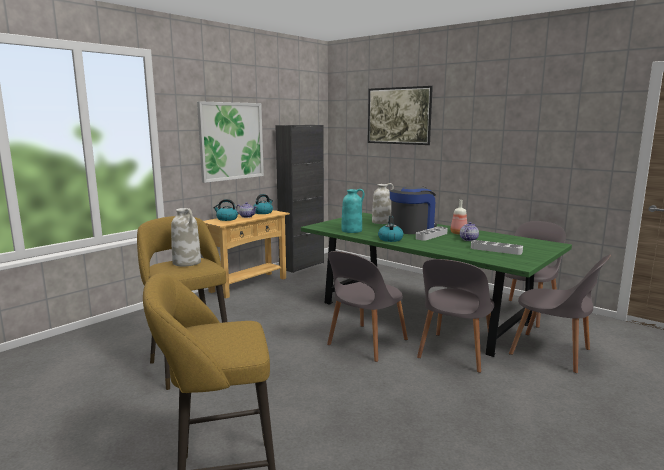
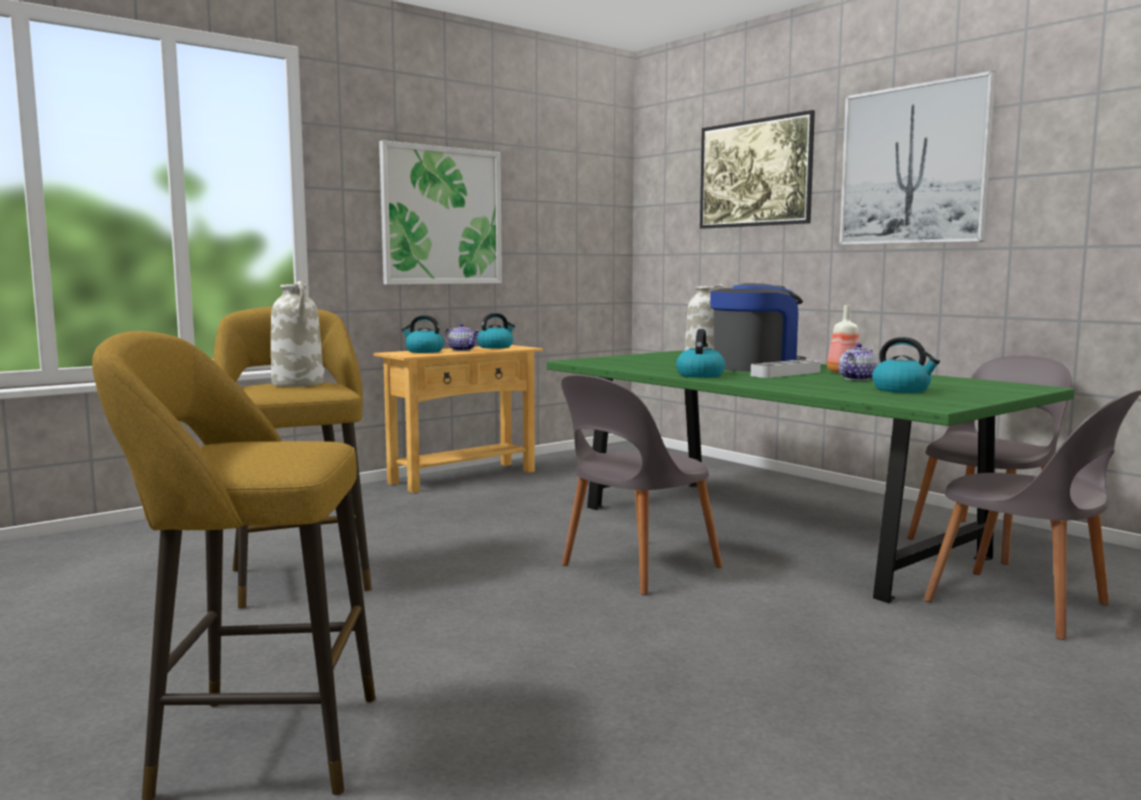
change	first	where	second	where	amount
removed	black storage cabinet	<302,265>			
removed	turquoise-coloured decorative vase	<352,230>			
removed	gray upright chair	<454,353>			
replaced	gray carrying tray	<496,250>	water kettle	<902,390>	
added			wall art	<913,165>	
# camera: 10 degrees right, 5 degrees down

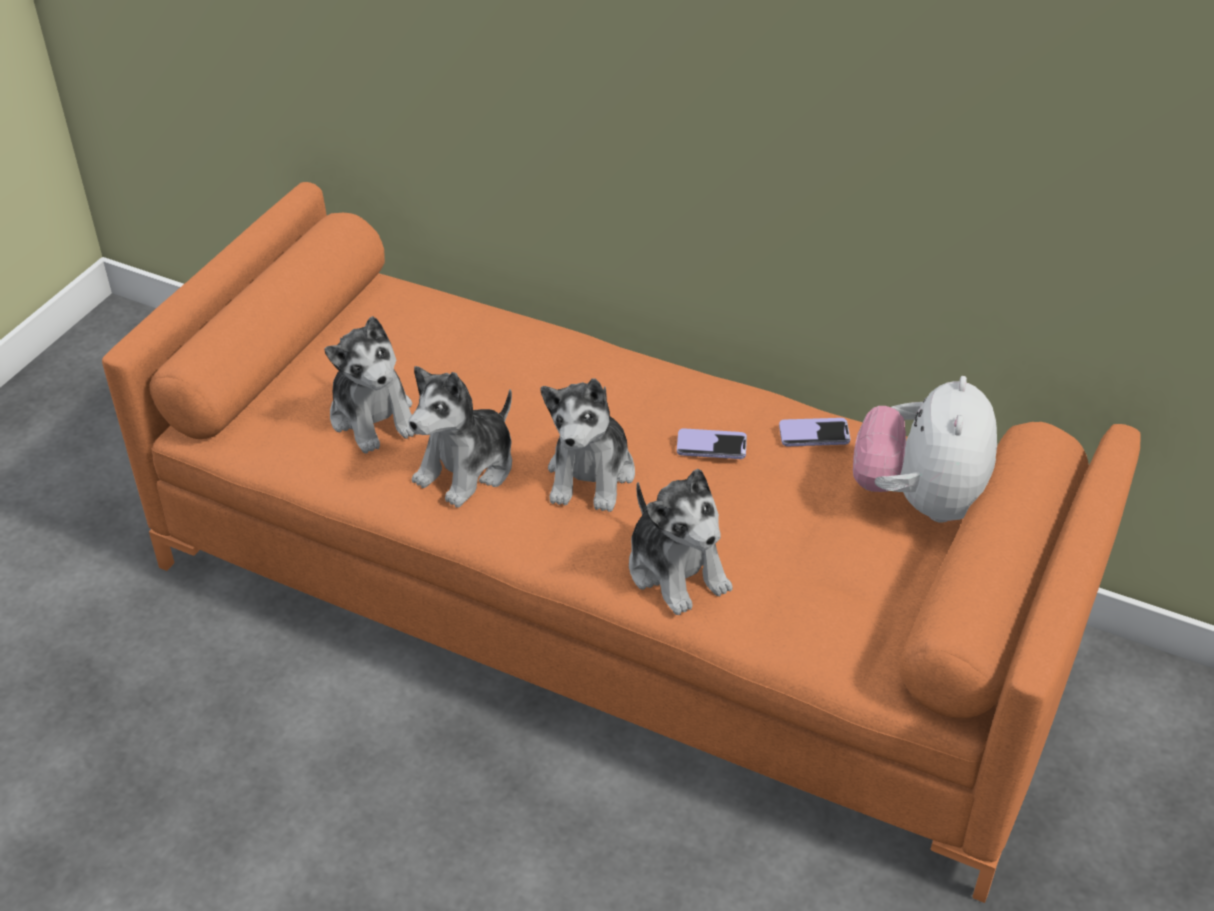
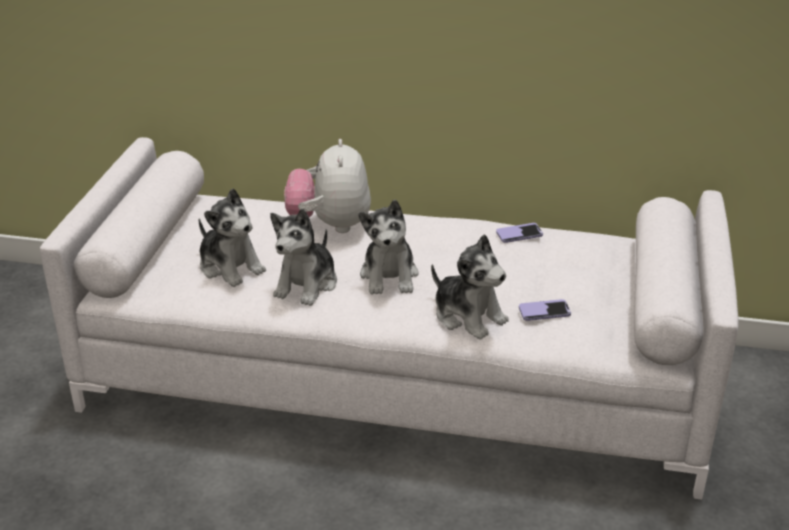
change	first	where	second	where	amount
recoloured	orangey settee	<609,601>	whitish settee	<395,378>	
moved	handset	<711,446>		<544,311>	
moved	cuddly toy	<919,500>		<330,225>	
# camera: 15 degrees left, 10 degrees down

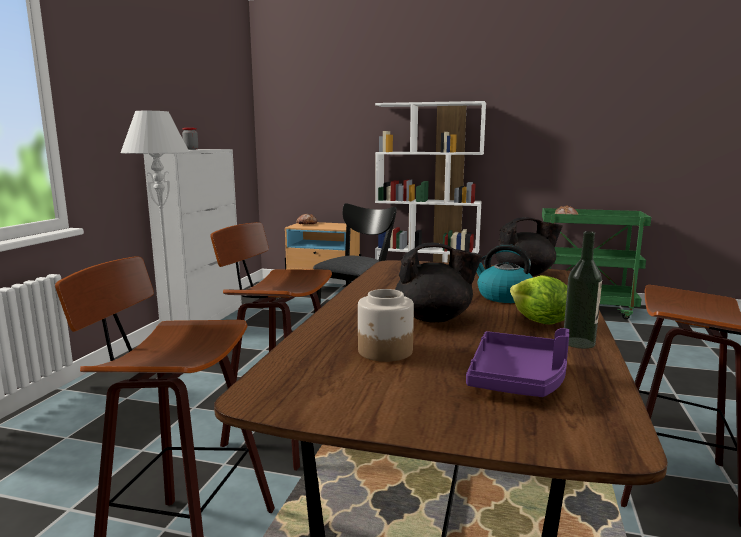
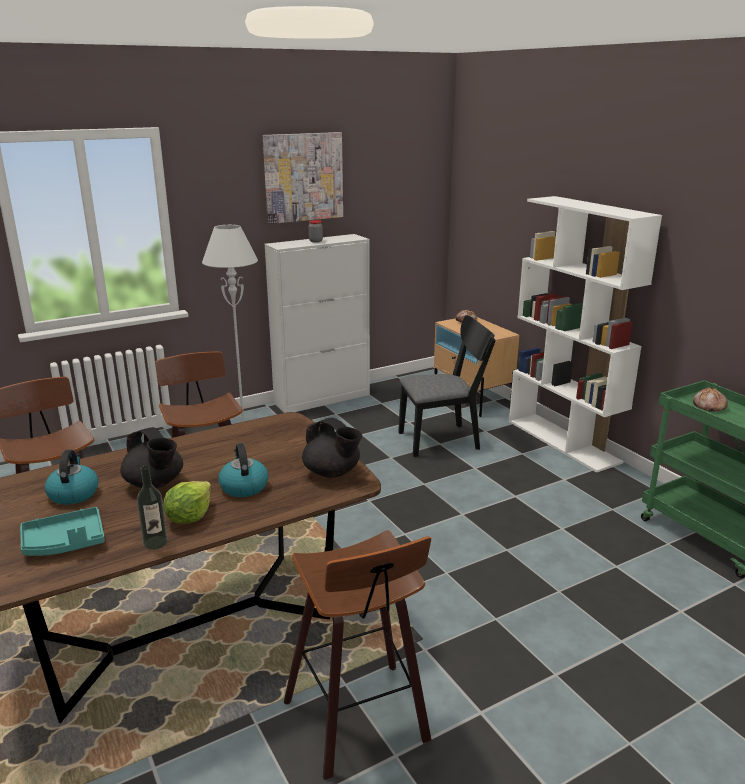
change	first	where	second	where	amount
replaced	preserve jar	<385,351>	water kettle	<73,493>	
recoloured	purple carrying tray	<518,379>	turquoise-coloured carrying tray	<65,543>	
added			wall art	<303,177>	
# camera: 45 degrees right, 10 degrees up

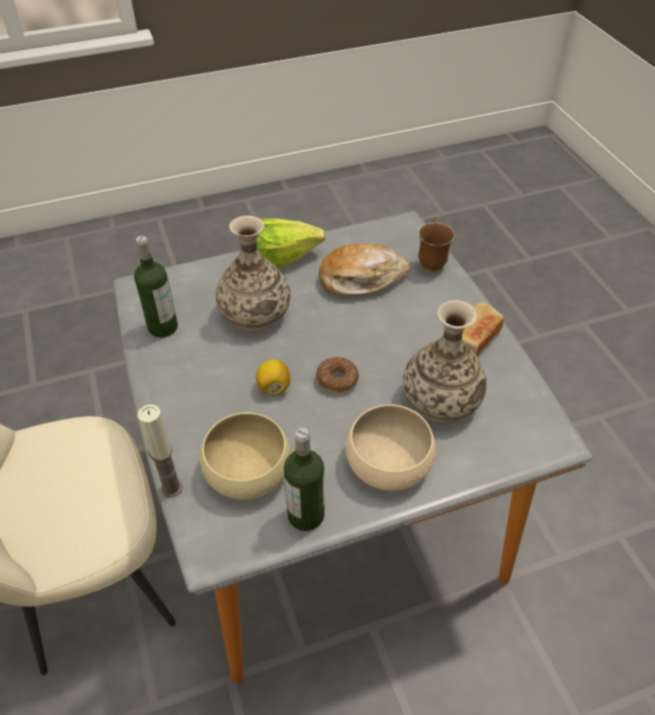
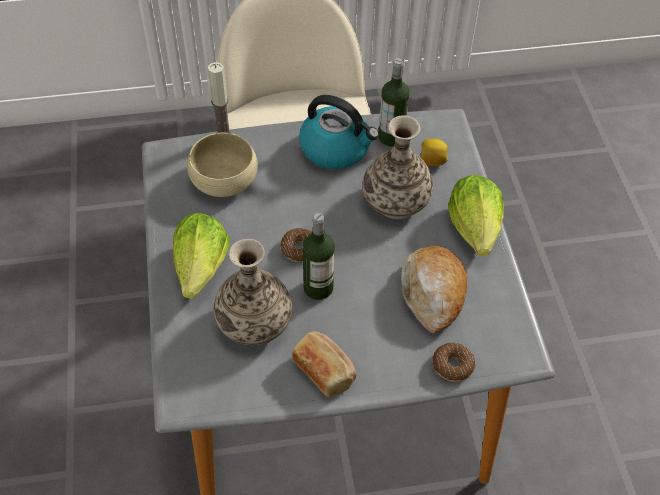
change	first	where	second	where	amount
moved	whole lemon	<273,387>		<432,161>	
moved	beverage bottle	<306,515>		<318,288>	
replaced	beige bowl	<388,462>	head of lettuce	<201,268>	
replaced	brown mug	<431,261>	donut	<452,365>	
added			water kettle	<336,149>	
# camera: 100 degrees right, 5 degrees up

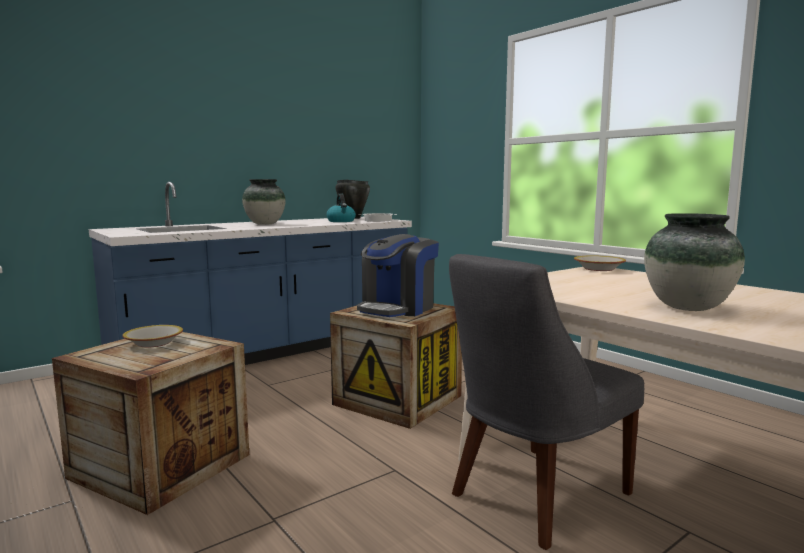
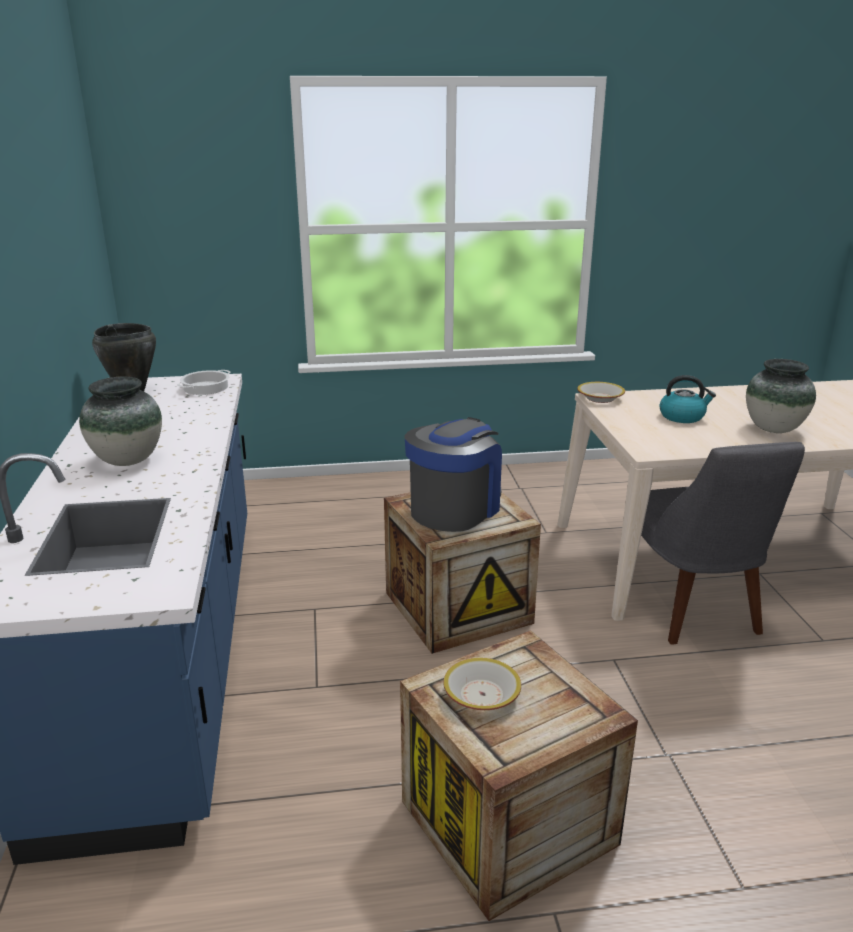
change	first	where	second	where	amount
moved	water kettle	<341,221>		<682,416>	
turned	coffee maker	<397,308>		<455,508>	120 degrees counterclockwise
# camera: 60 degrees left, 15 degrees up

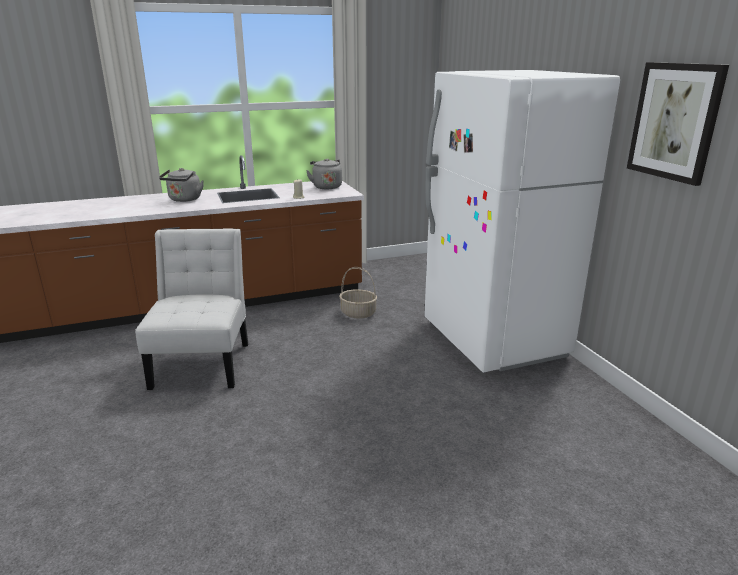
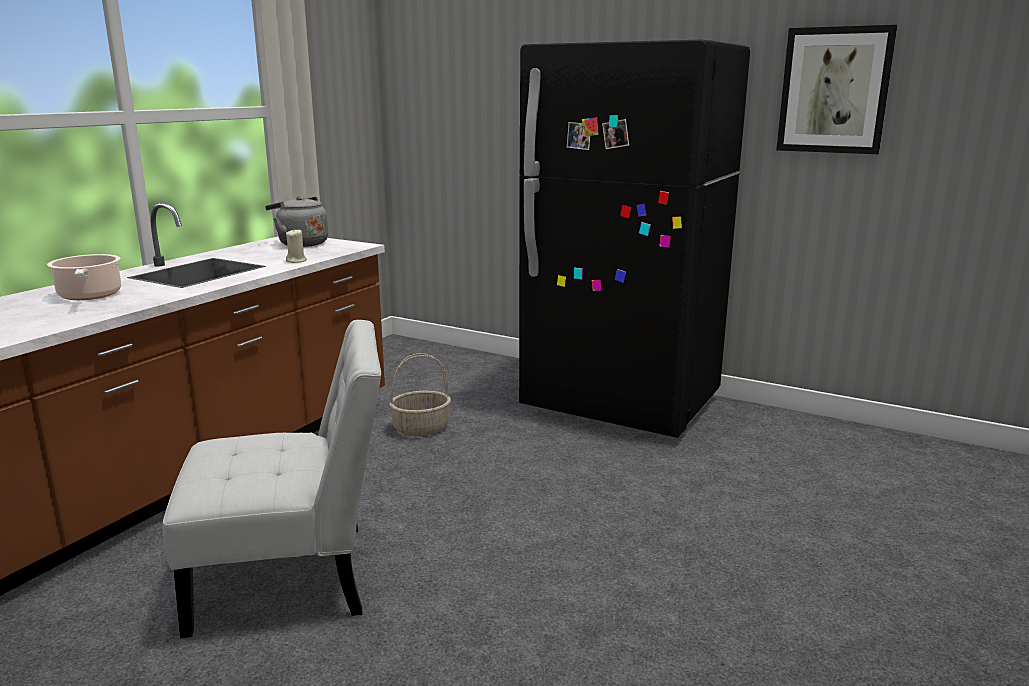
change	first	where	second	where	amount
turned	whitish upright chair	<203,362>		<293,577>	120 degrees clockwise
replaced	gray water kettle	<184,200>	cooking pot	<90,296>	
recoloured	whitish kitchen fridge	<494,339>	black kitchen fridge	<621,404>	
# camera: 40 degrees left, 5 degrees down

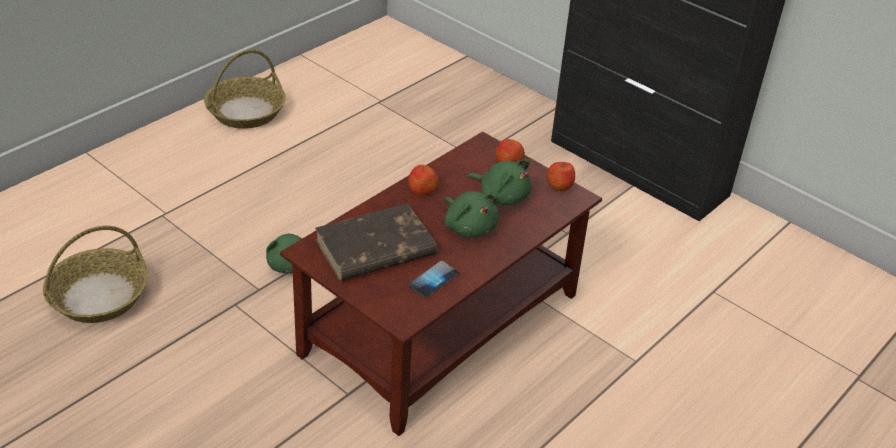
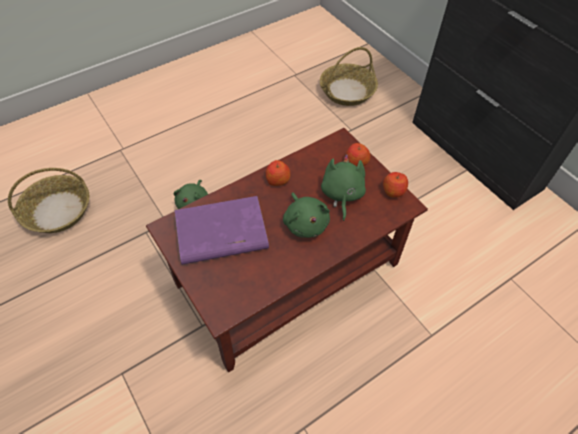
change	first	where	second	where	amount
moved	household basket	<246,112>		<347,91>	
recoloured	brown volume	<374,248>	purple volume	<220,234>	
removed	handset	<433,280>			
turned	green cuddly toy	<502,196>		<341,195>	135 degrees counterclockwise
# camera: 15 degrees right, 15 degrees up

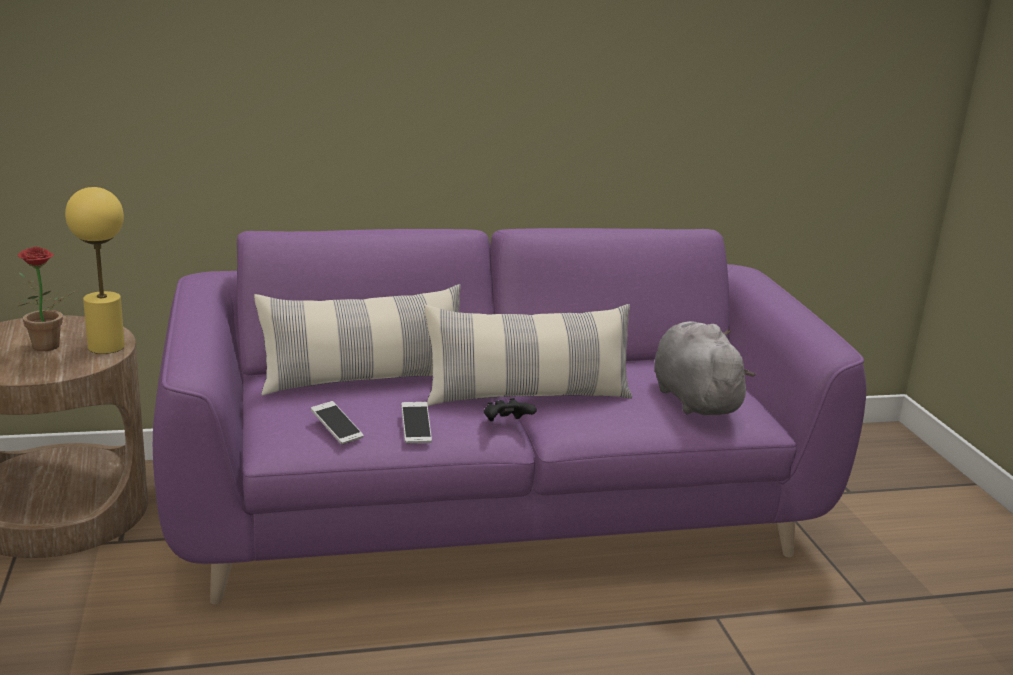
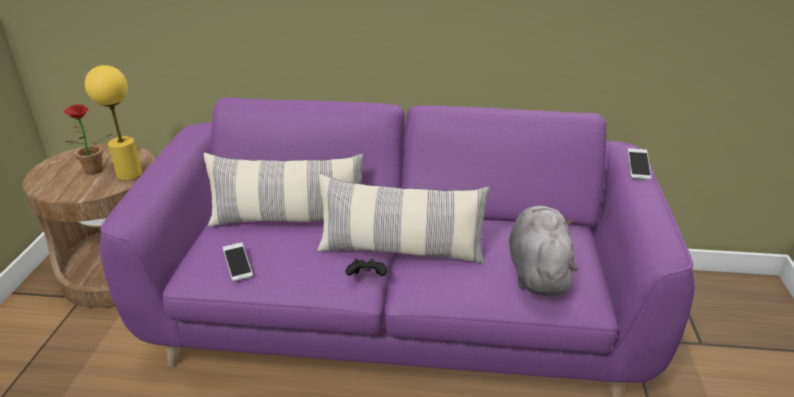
change	first	where	second	where	amount
moved	handset	<416,430>		<637,169>	
# camera: 20 degrees right, 10 degrees up

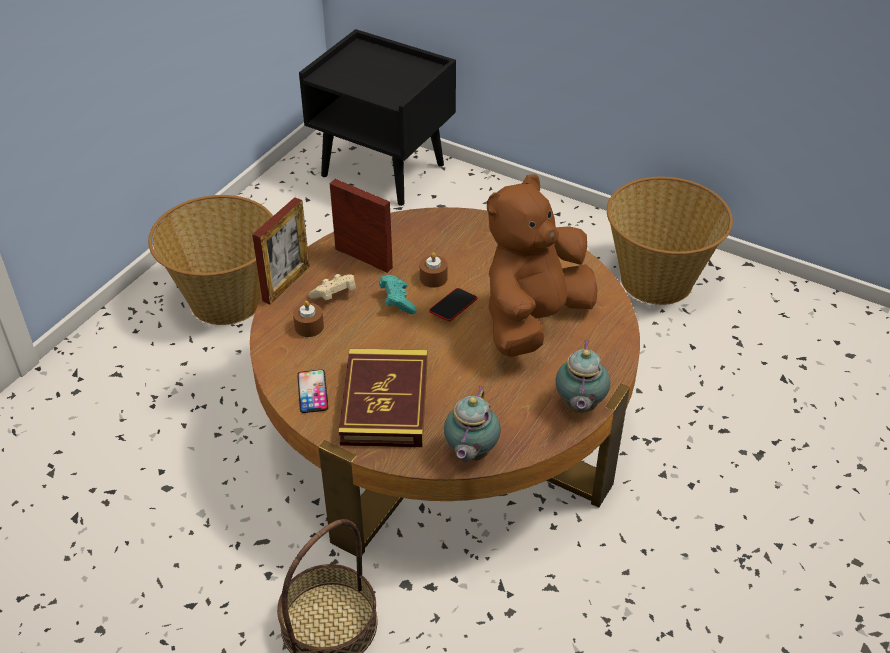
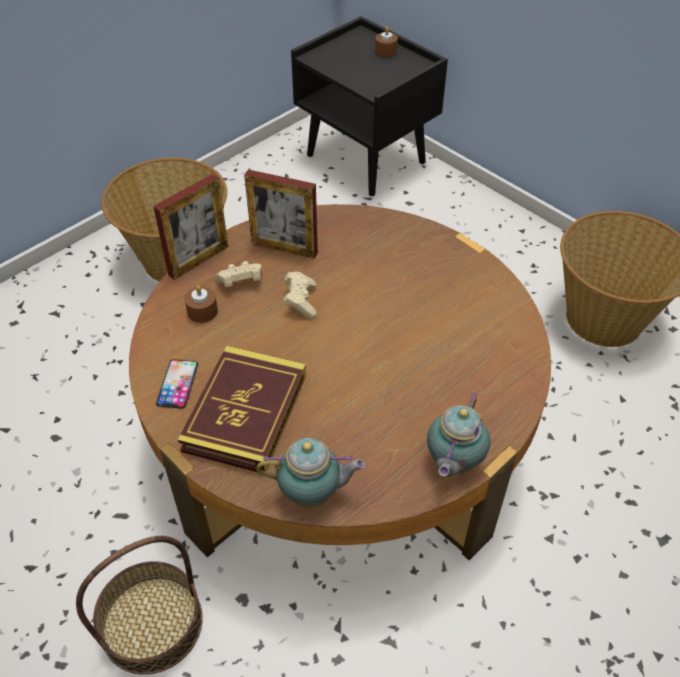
change	first	where	second	where	amount
turned	standing frame	<363,258>		<284,248>	150 degrees clockwise
recoloured	turquoise-coloured joypad	<397,301>	beige joypad	<300,301>	
moved	brown wax candle	<433,278>		<386,51>	
removed	handset	<453,307>			
turned	tea pot	<470,454>		<313,494>	120 degrees counterclockwise
removed	brown cuddly toy	<533,320>			
# camera: 15 degrees right, 5 degrees up

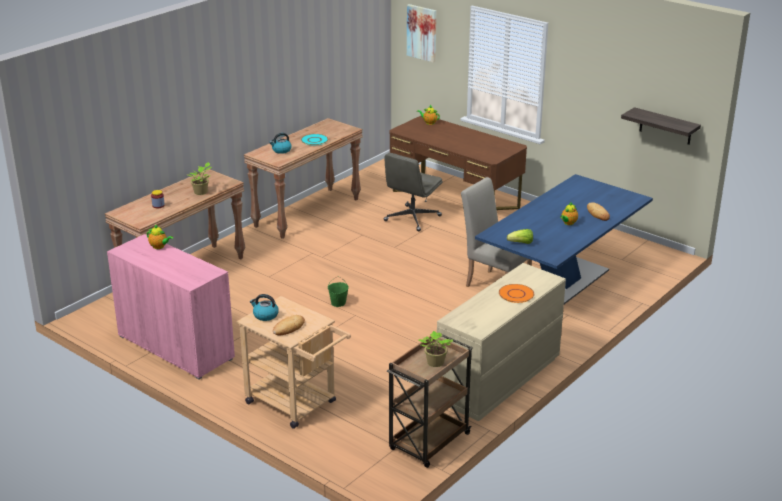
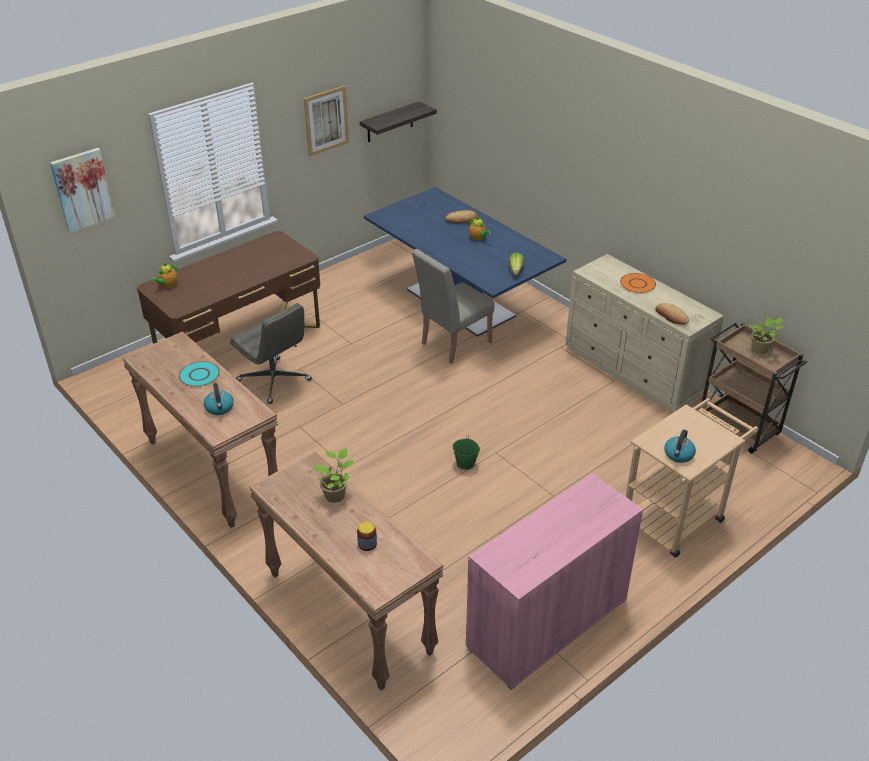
change	first	where	second	where	amount
removed	tea pot	<159,247>			
moved	bread	<289,328>		<671,316>	
added			wall art	<326,120>	
# camera: 80 degrees left, 10 degrees up

